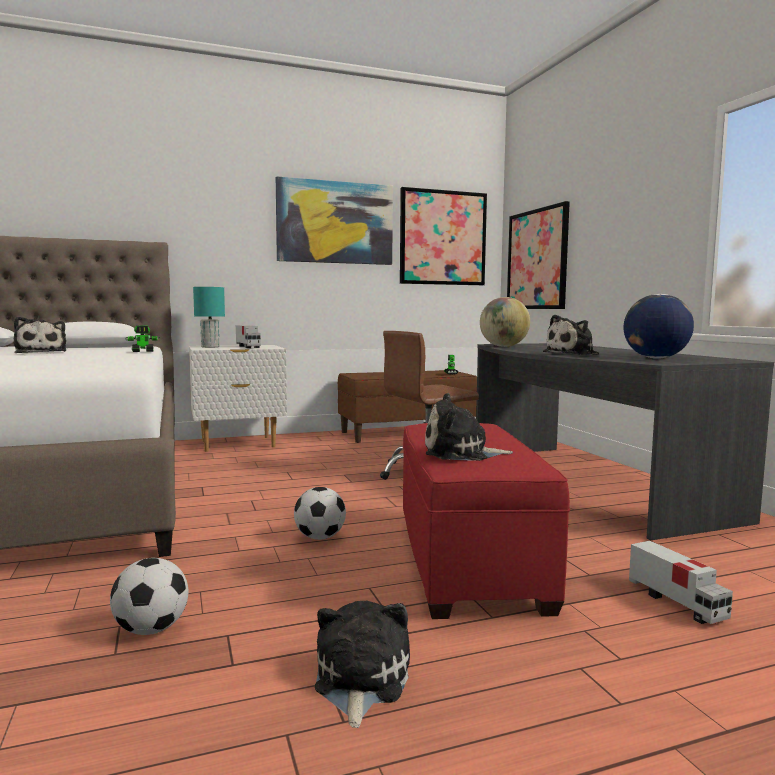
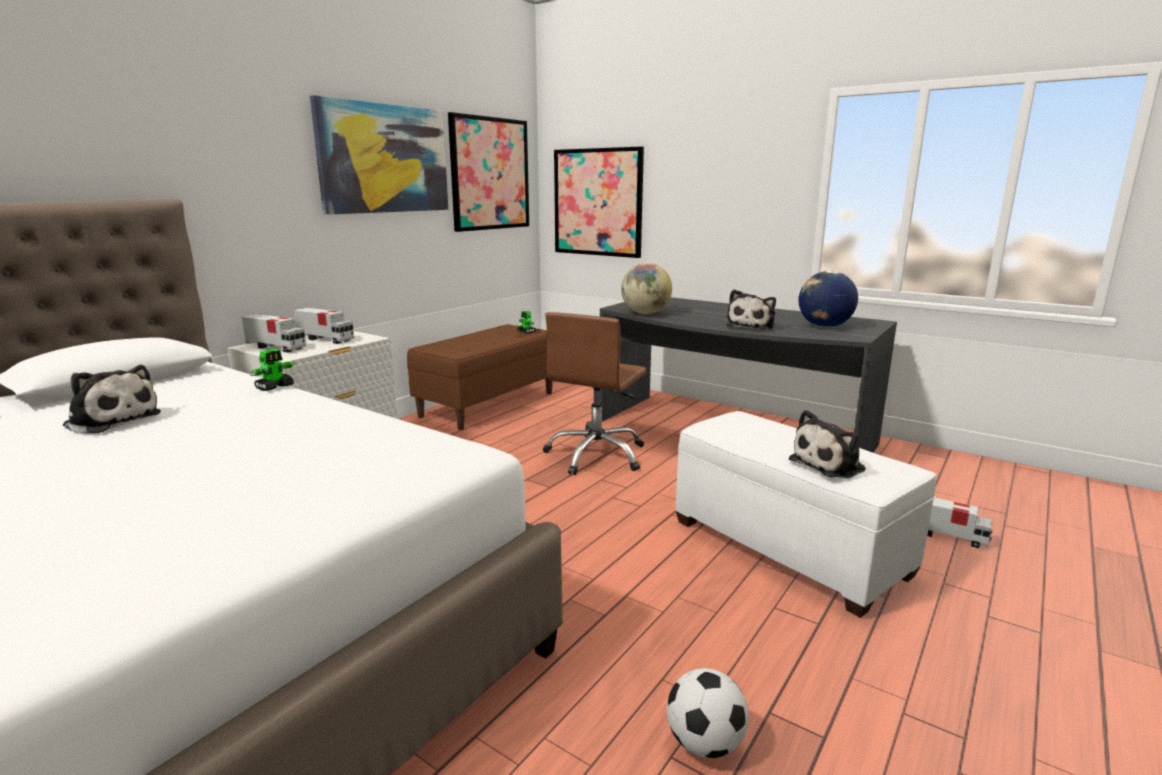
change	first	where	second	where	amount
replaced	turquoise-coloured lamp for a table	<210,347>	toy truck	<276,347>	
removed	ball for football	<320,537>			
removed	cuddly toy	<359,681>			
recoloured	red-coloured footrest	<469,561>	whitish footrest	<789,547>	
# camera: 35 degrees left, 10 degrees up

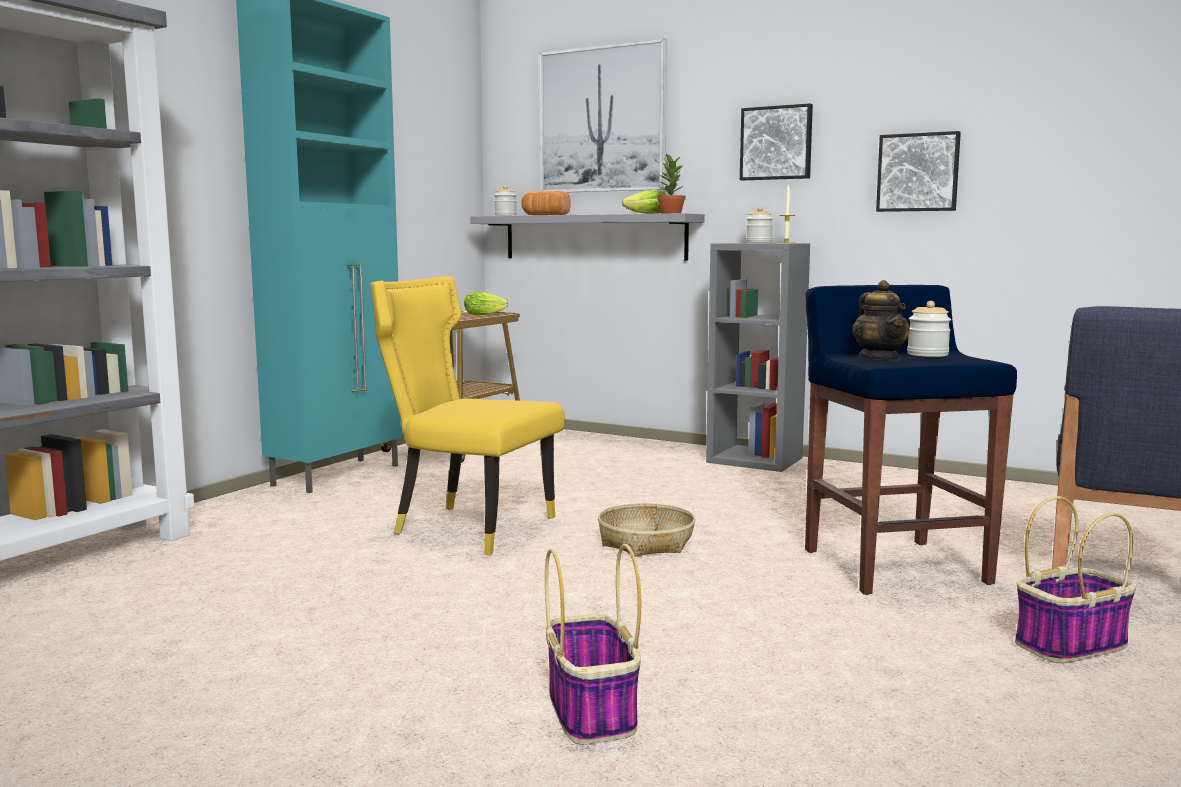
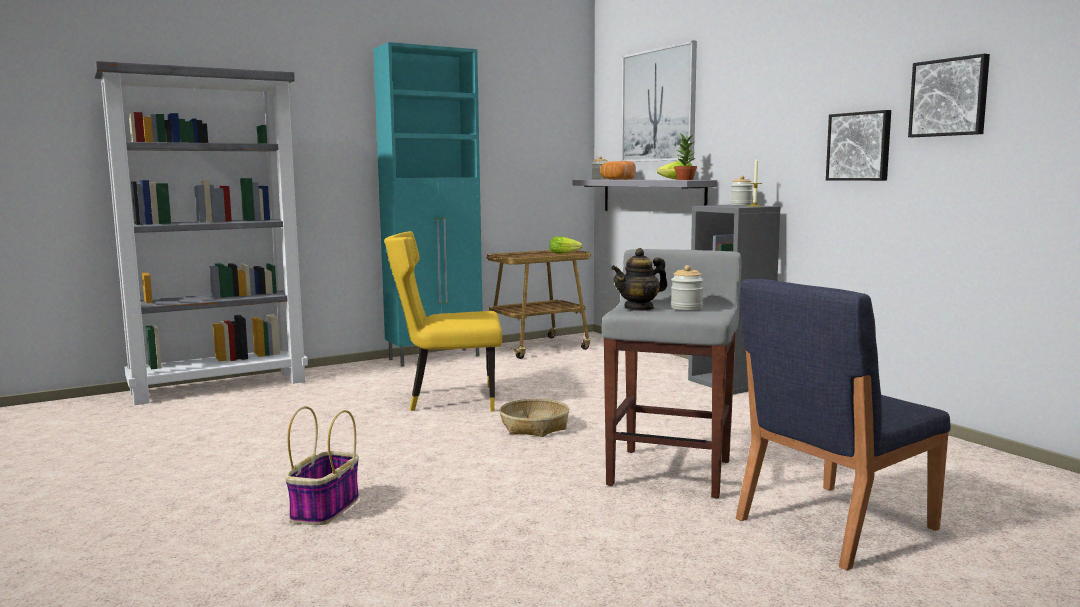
change	first	where	second	where	amount
turned	yellowish upright chair	<467,527>		<449,400>	60 degrees counterclockwise
moved	wall art	<776,143>		<949,97>	
recoloured	blue stool	<893,565>	gray stool	<671,472>	
turned	tea pot	<879,359>		<639,308>	45 degrees clockwise
removed	household basket	<1071,644>			
# camera: 30 degrees right, 0 degrees up

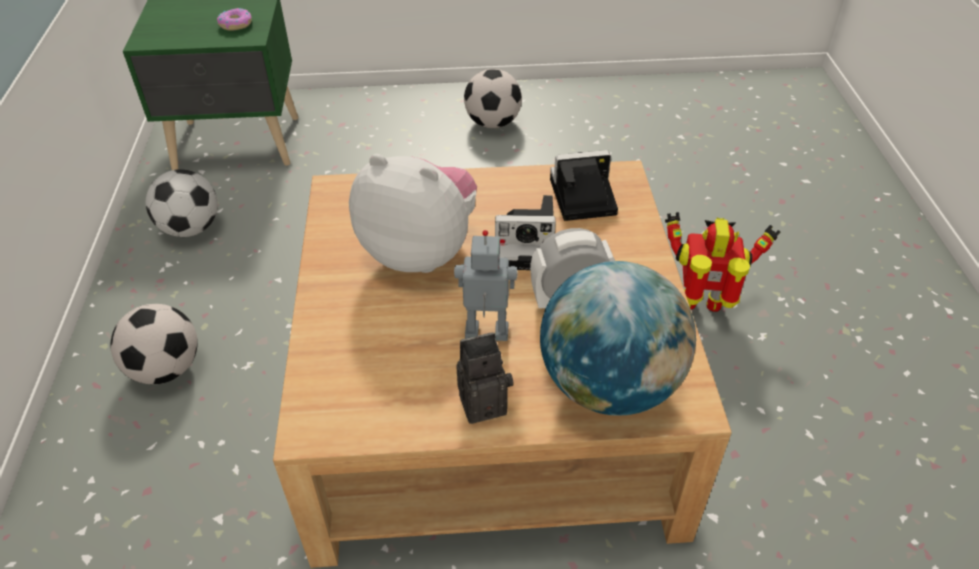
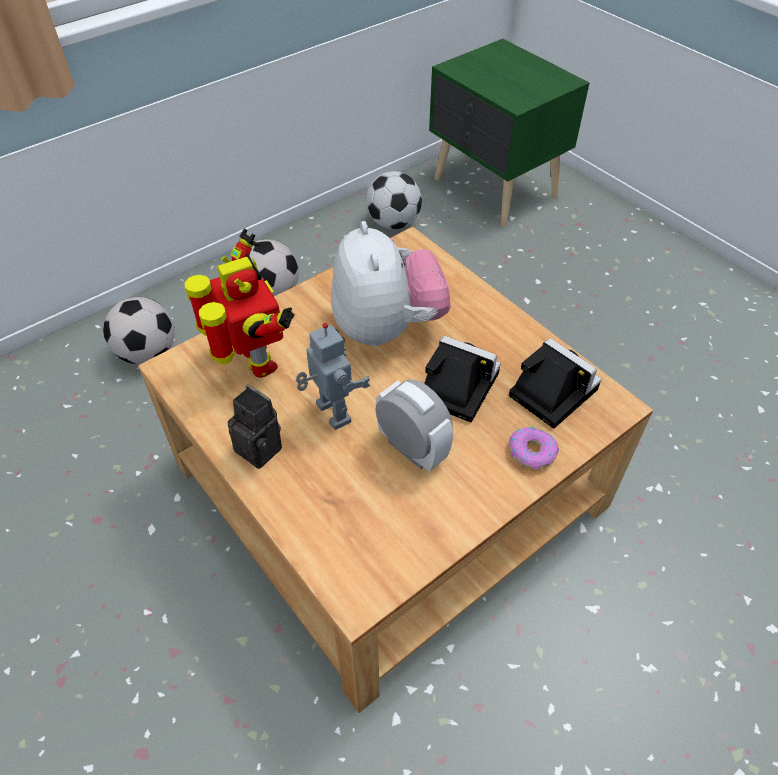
change	first	where	second	where	amount
moved	donut	<236,24>		<532,452>	
moved	ball for football	<493,123>		<148,353>	
turned	photo camera	<527,244>		<455,387>	150 degrees clockwise
removed	world globe	<609,385>			
moved	robot figure	<702,307>		<255,363>	
# camera: 55 degrees right, 5 degrees up

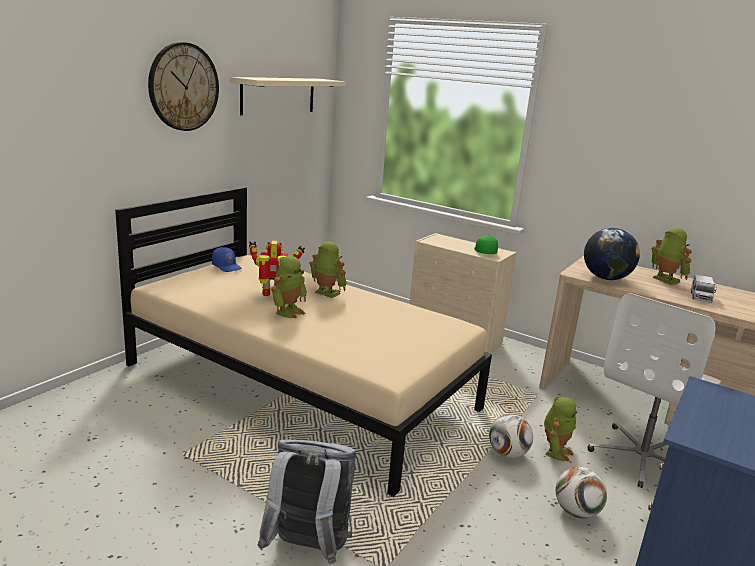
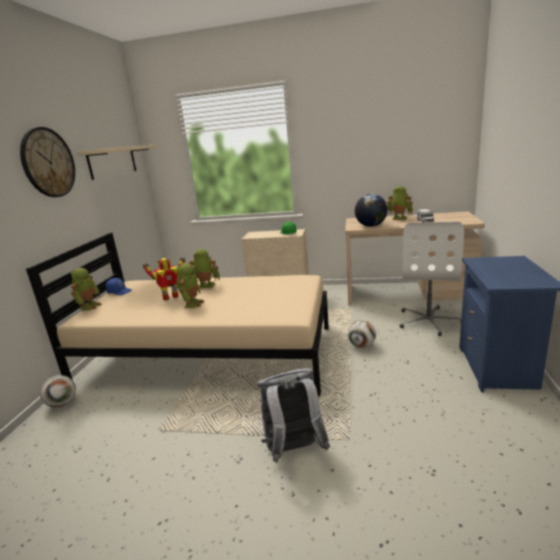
change	first	where	second	where	amount
moved	robot figure	<555,451>		<89,306>	
moved	ball for football	<576,512>		<62,404>	
# camera: 20 degrees left, 0 degrees up

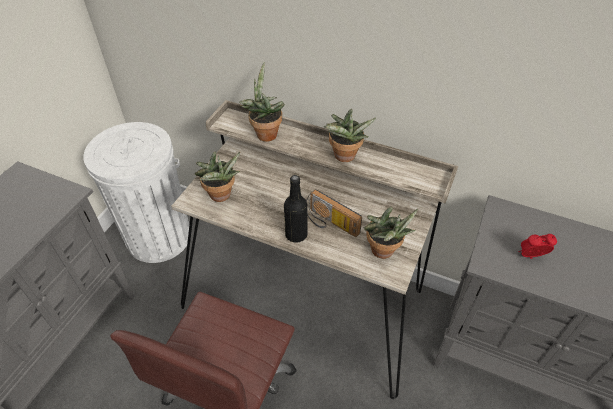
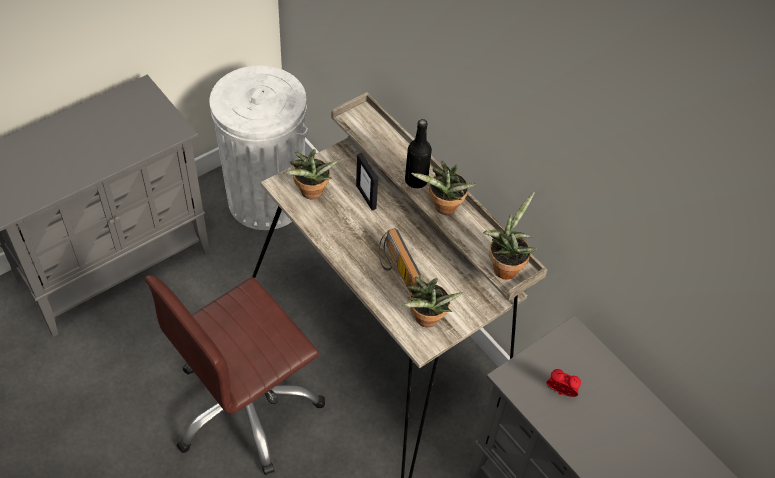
change	first	where	second	where	amount
moved	plant in a pot	<265,133>		<505,266>	
moved	black beverage bottle	<296,234>		<416,180>	
added			standing frame	<366,197>	
# camera: 25 degrees right, 5 degrees up

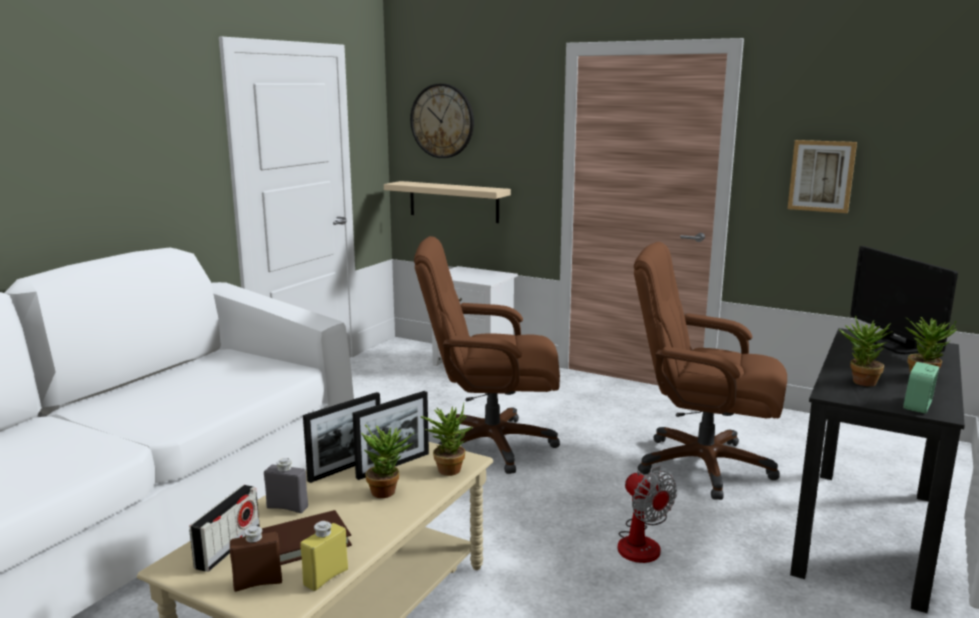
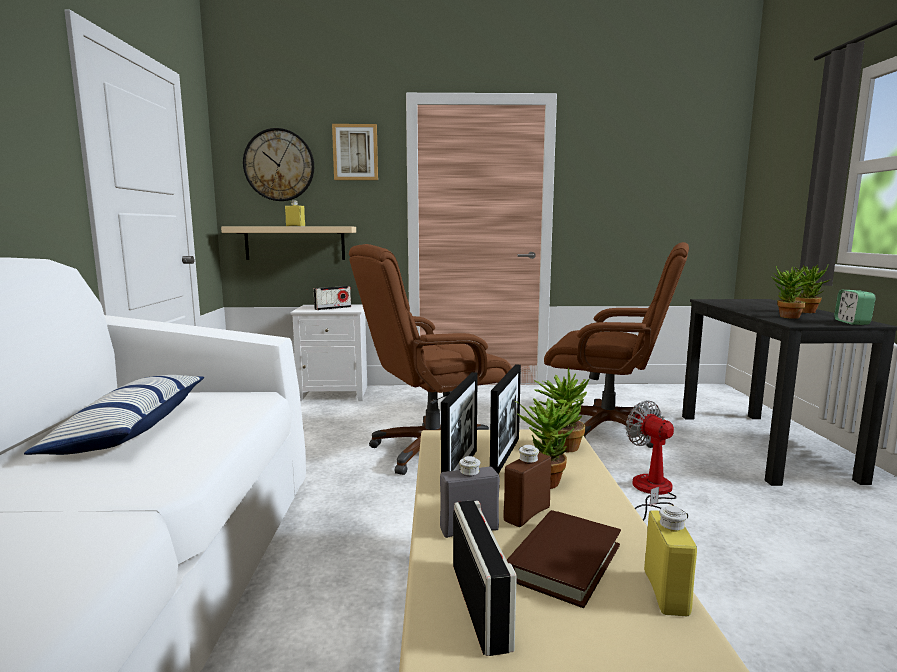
change	first	where	second	where	amount
moved	brown beverage bottle	<258,583>		<527,514>	
turned	cooling fan	<642,541>		<651,492>	150 degrees counterclockwise
turned	brown computer chair	<702,465>		<608,429>	150 degrees counterclockwise
moved	wall art	<821,176>		<355,152>	
removed	monitor	<895,345>			
added			pillow	<131,430>	
added			yellowish beverage bottle	<295,226>	
added			radio	<333,308>	
# camera: 30 degrees left, 5 degrees down

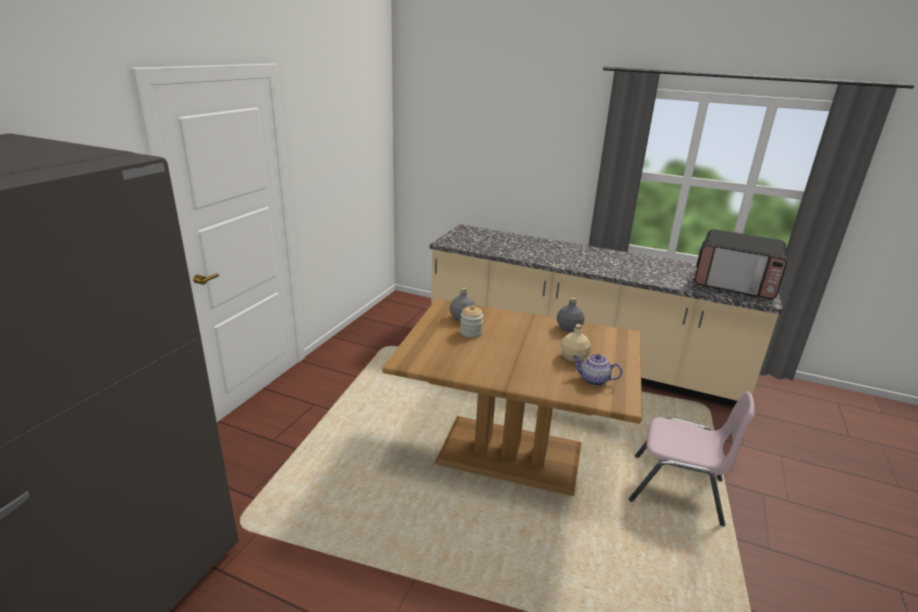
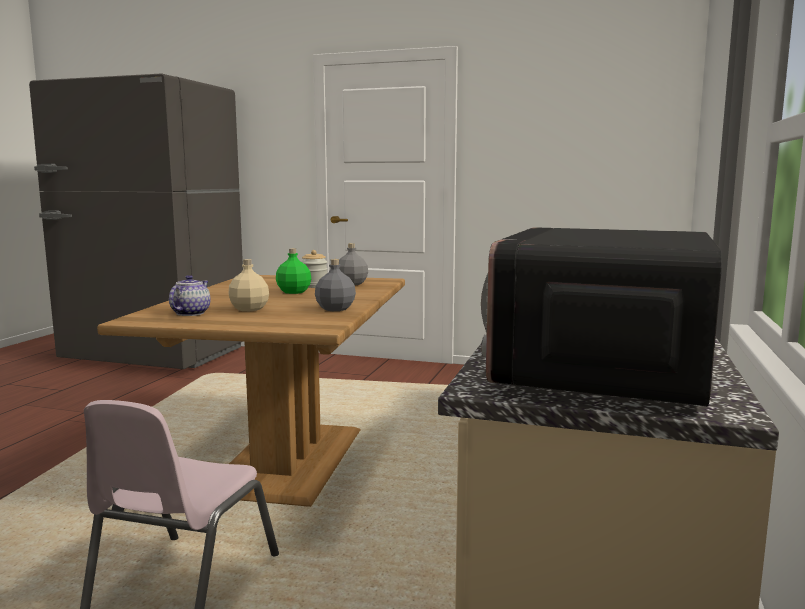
change	first	where	second	where	amount
added			green beverage bottle	<293,292>	
# camera: 85 degrees right, 15 degrees down

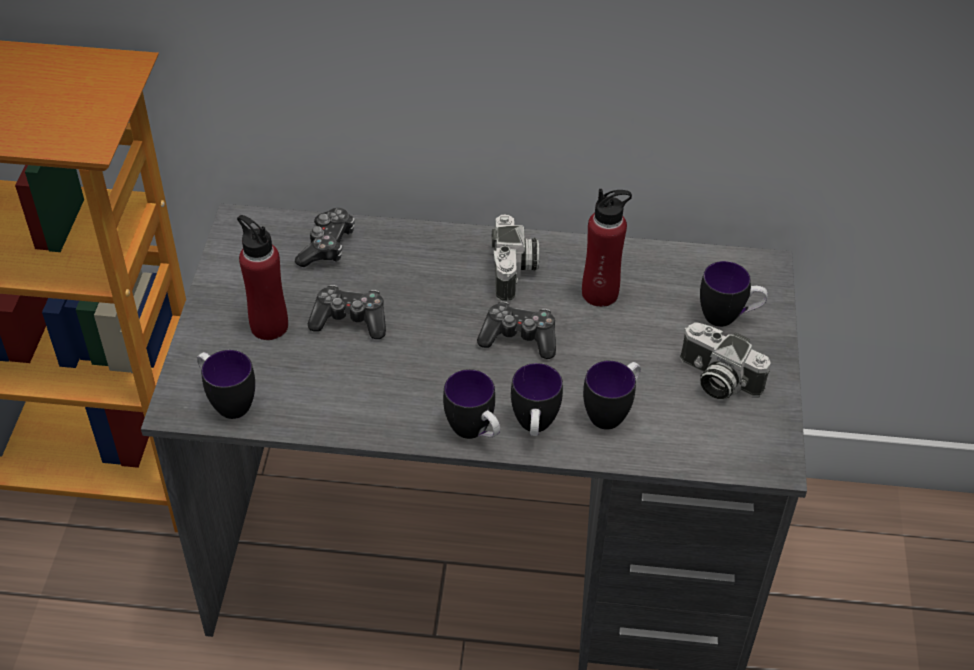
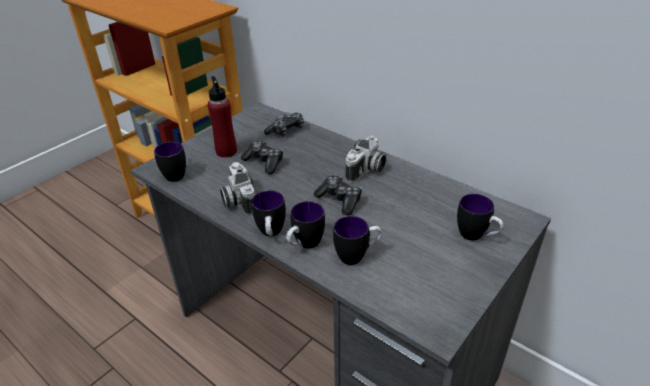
change	first	where	second	where	amount
removed	red-coloured beverage bottle	<600,293>			
moved	photo camera	<716,380>		<238,200>	
# camera: 35 degrees right, 10 degrees down

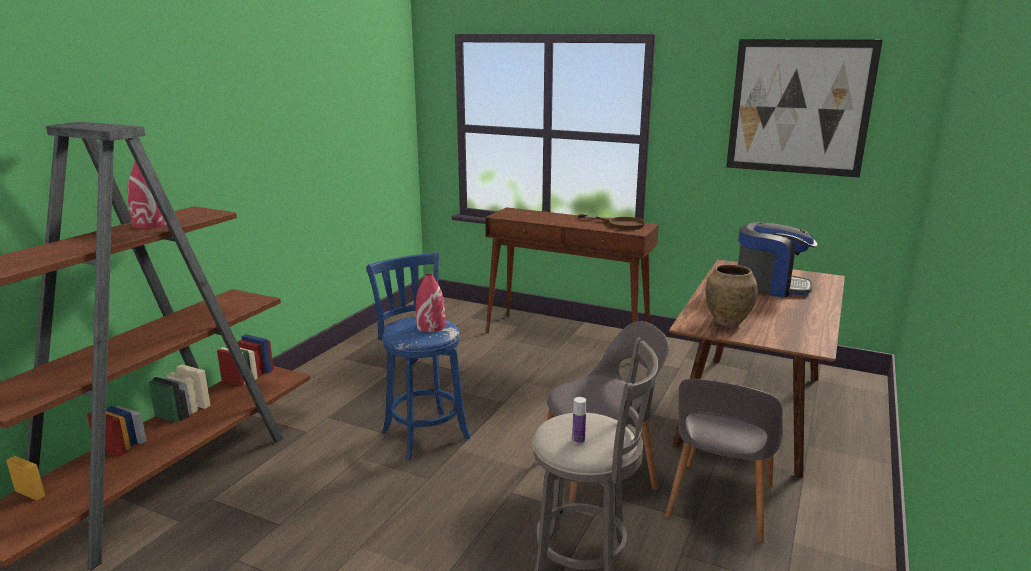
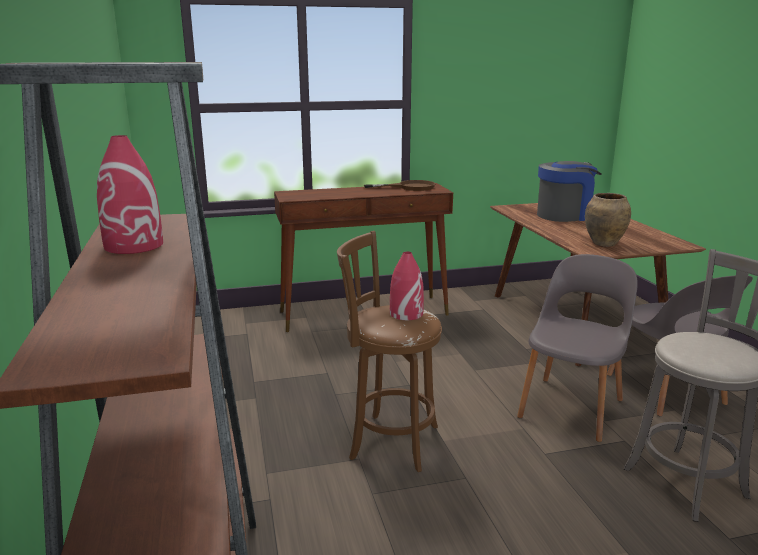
change	first	where	second	where	amount
recoloured	blue stool	<424,432>	brown stool	<389,441>	
removed	beverage bottle	<578,440>			
removed	wall art	<799,107>			
# camera: 40 degrees left, 0 degrees up

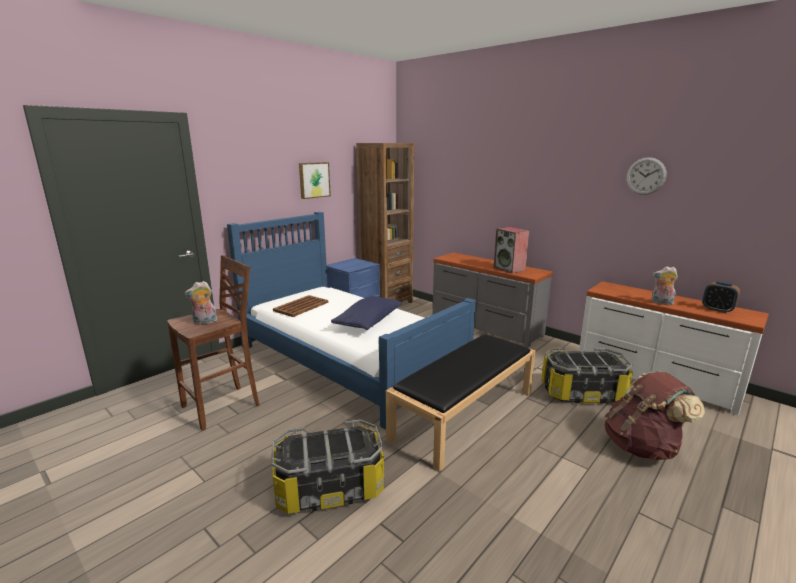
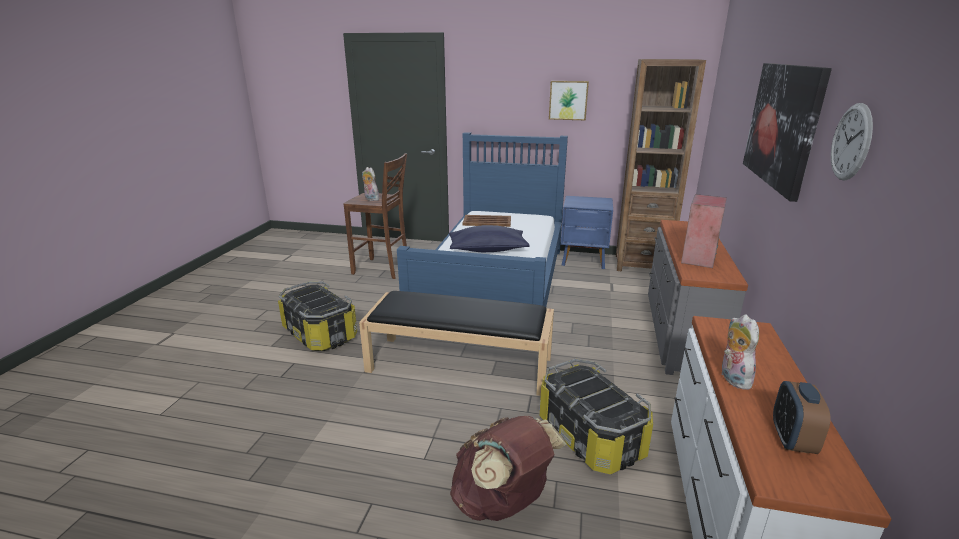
change	first	where	second	where	amount
added			wall art	<782,125>	
# camera: 60 degrees right, 5 degrees up

